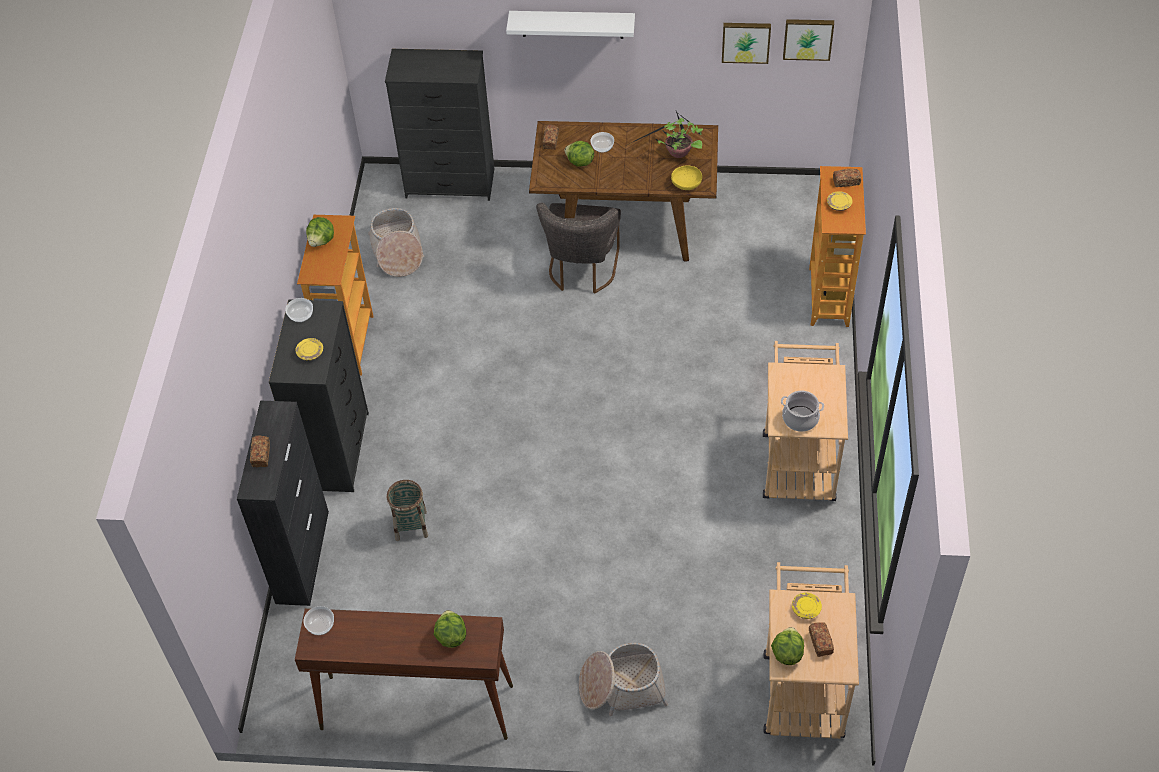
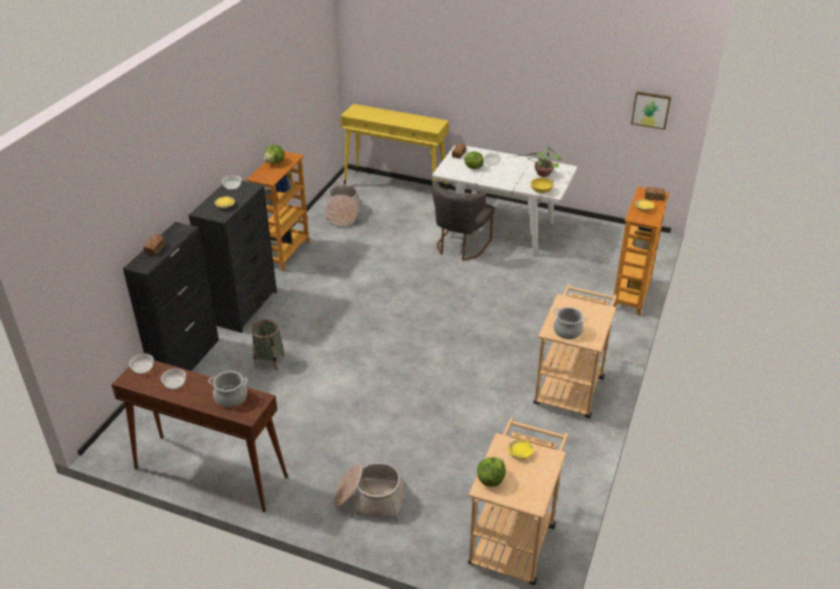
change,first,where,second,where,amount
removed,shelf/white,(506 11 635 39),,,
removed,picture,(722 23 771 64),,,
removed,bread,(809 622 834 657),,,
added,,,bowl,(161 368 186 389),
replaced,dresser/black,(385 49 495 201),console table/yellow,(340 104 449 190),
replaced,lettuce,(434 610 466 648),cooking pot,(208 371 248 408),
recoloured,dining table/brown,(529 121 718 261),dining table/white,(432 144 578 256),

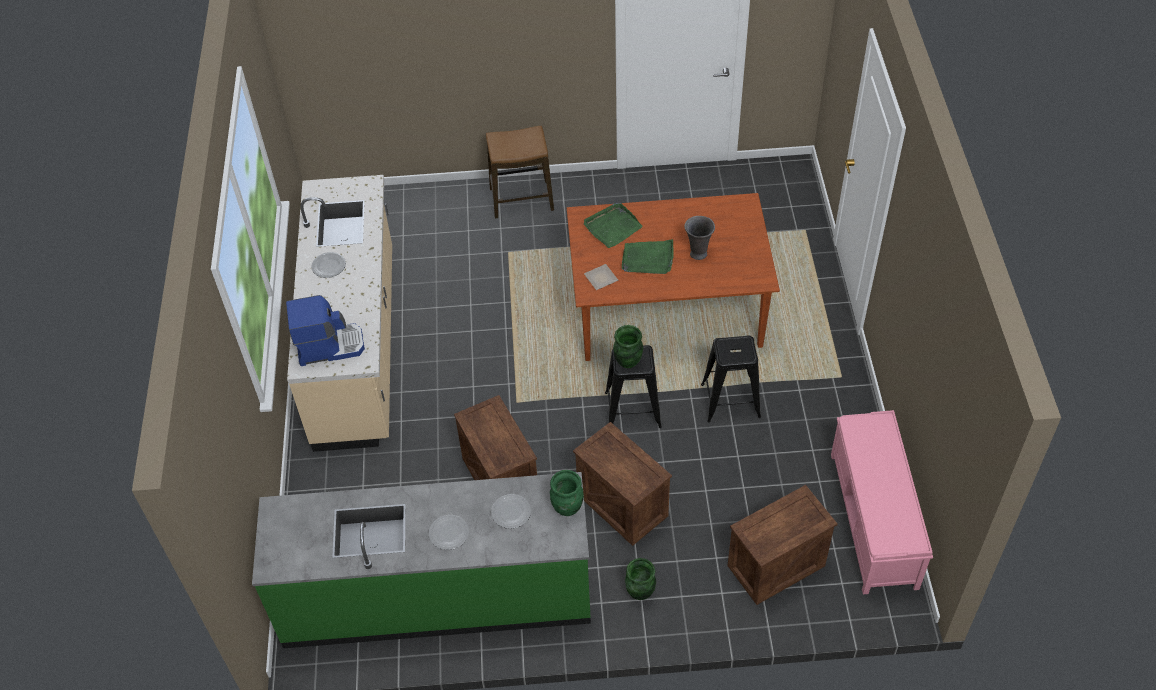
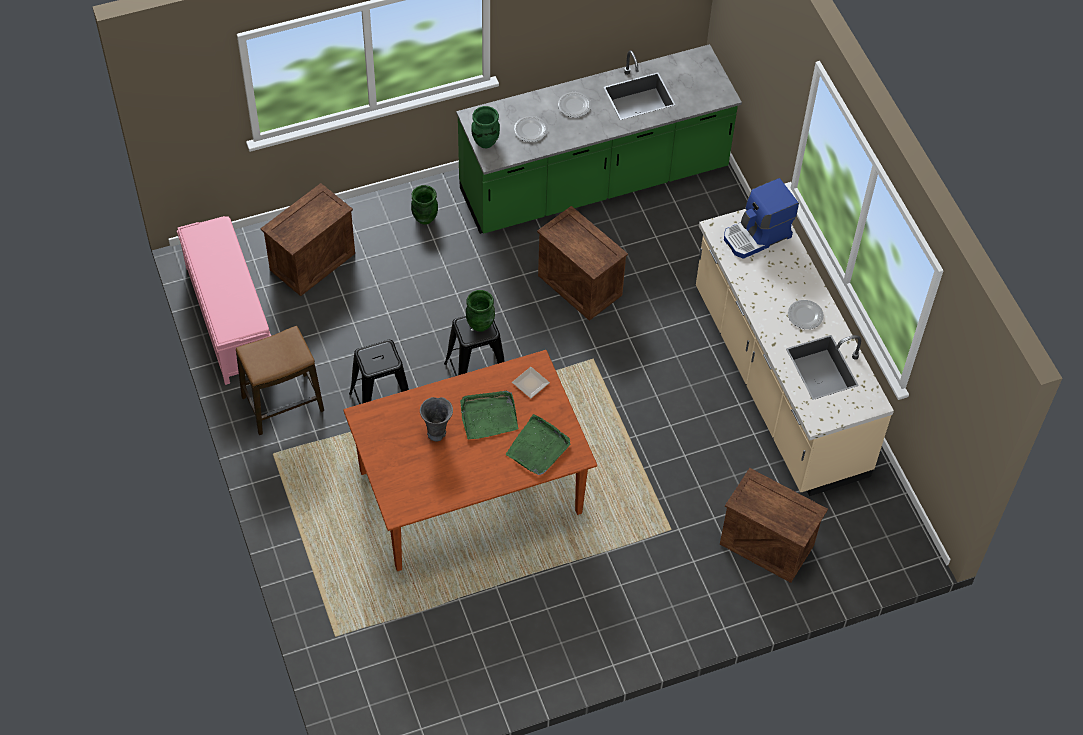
change,first,where,second,where,amount
moved,stool,(486 126 554 219),,(236 326 324 435),
moved,crate,(573 422 672 546),,(720 468 828 583),

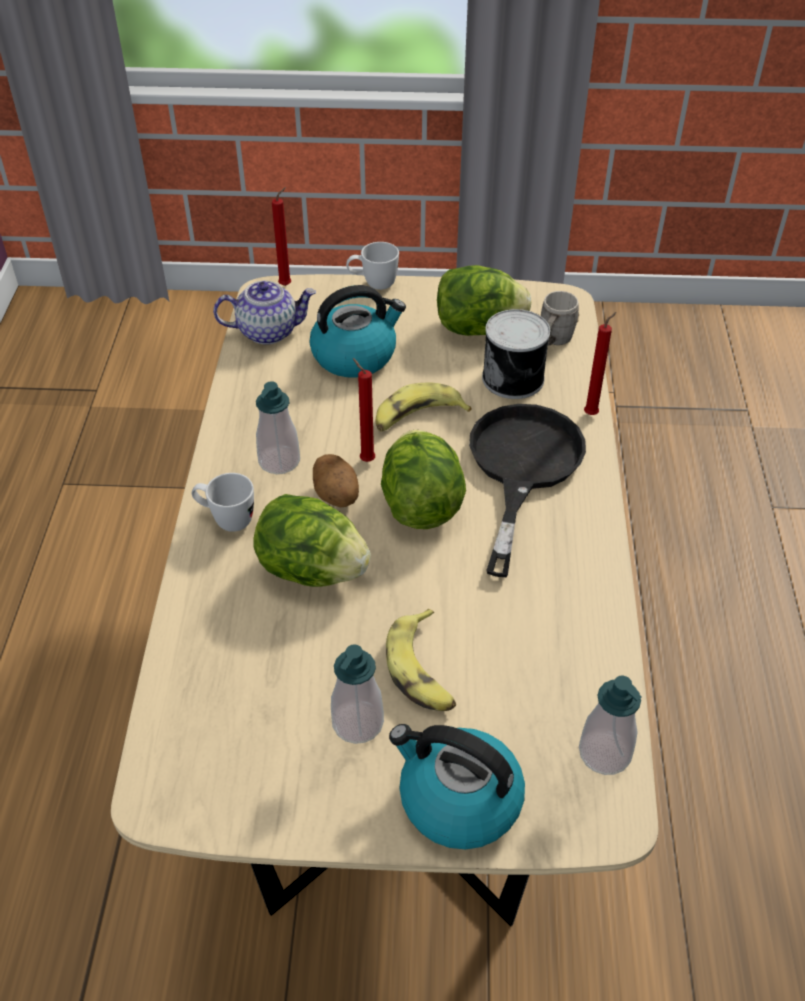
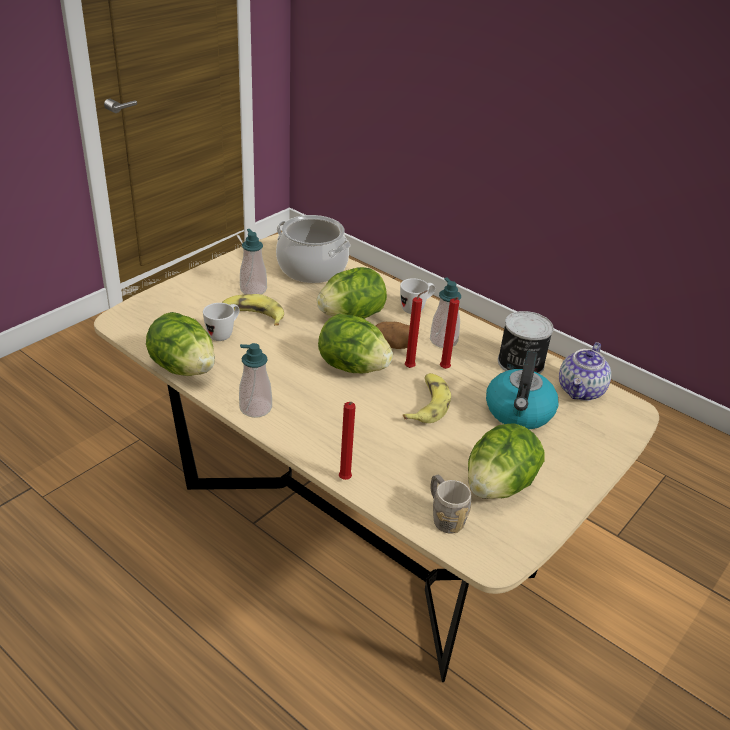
change,first,where,second,where,amount
removed,kettle,(389 724 525 849),,,
removed,frying pan/black,(469 404 586 577),,,
added,,,lettuce,(146 312 215 376),
added,,,cooking pot,(276 215 351 283),
moved,candle/red,(272 187 292 286),,(440 297 460 369),
moved,mug/white,(346 242 399 290),,(203 303 240 341),
moved,can,(482 309 550 399),,(498 311 554 374),
moved,soap dispenser,(579 676 642 775),,(239 343 272 418),

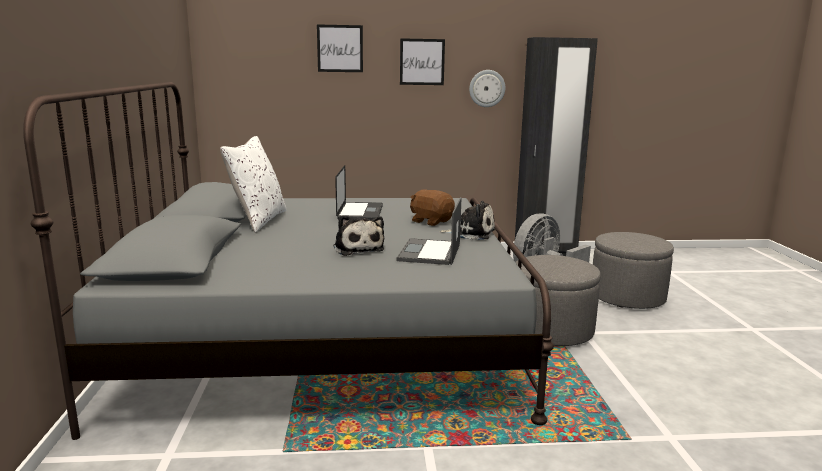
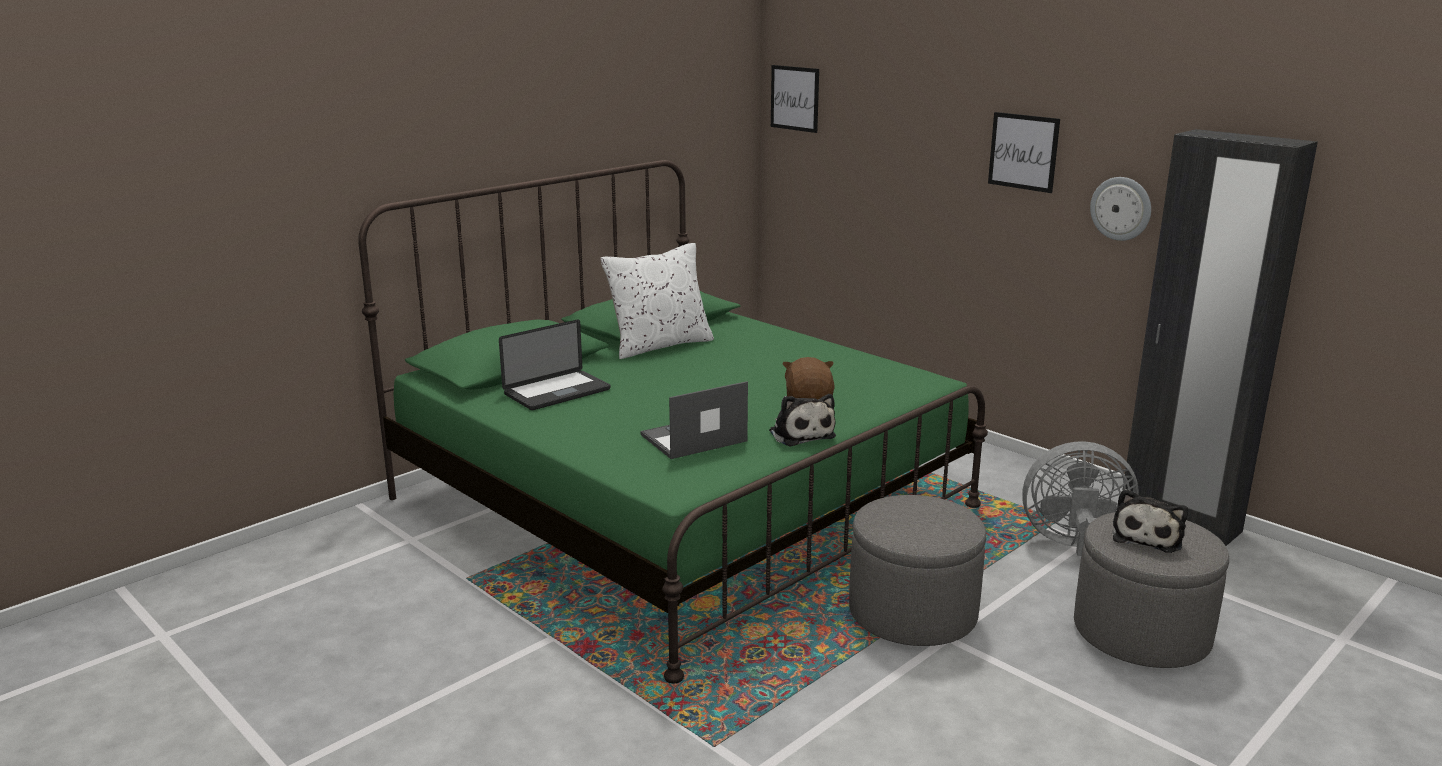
change,first,where,second,where,amount
moved,picture,(317 24 363 72),,(771 65 819 133),
moved,plush toy,(333 215 385 256),,(1112 489 1188 553),
moved,laptop,(335 165 383 220),,(499 320 611 410),
recoloured,bed/grey,(23 82 554 440),bed/green,(358 160 988 683),

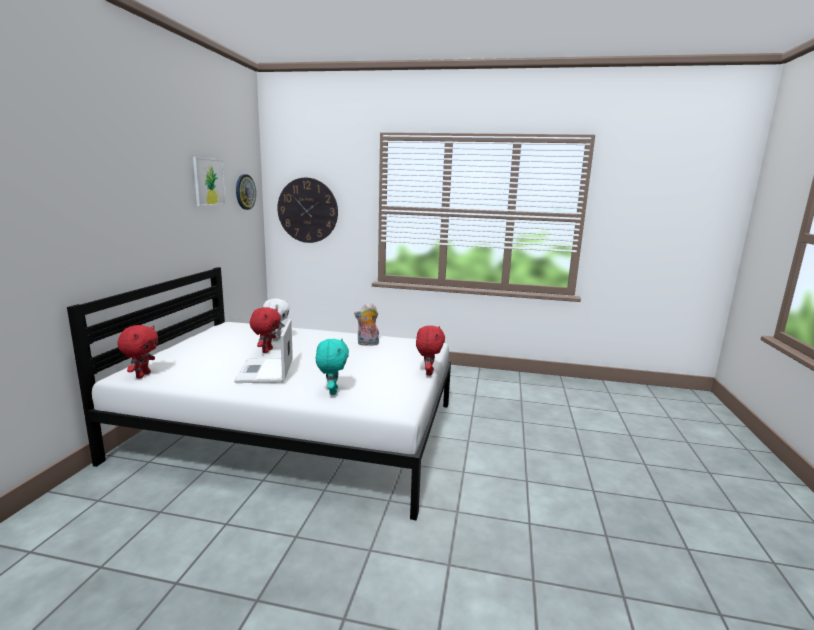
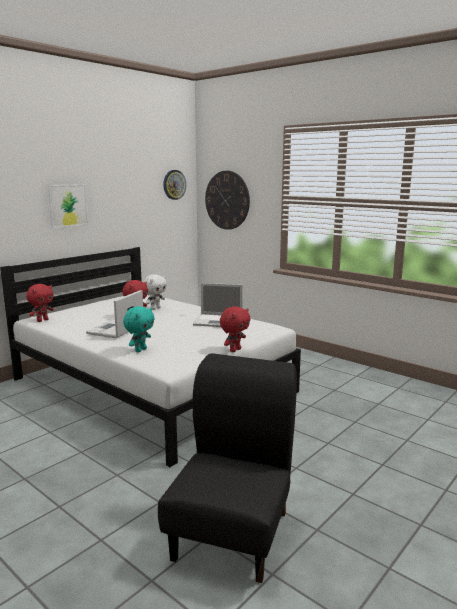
change,first,where,second,where,amount
added,,,chair/black,(158 353 297 583),
moved,picture,(193 157 226 206),,(48 184 89 228),
replaced,plush toy,(354 303 379 346),laptop,(193 283 243 327),

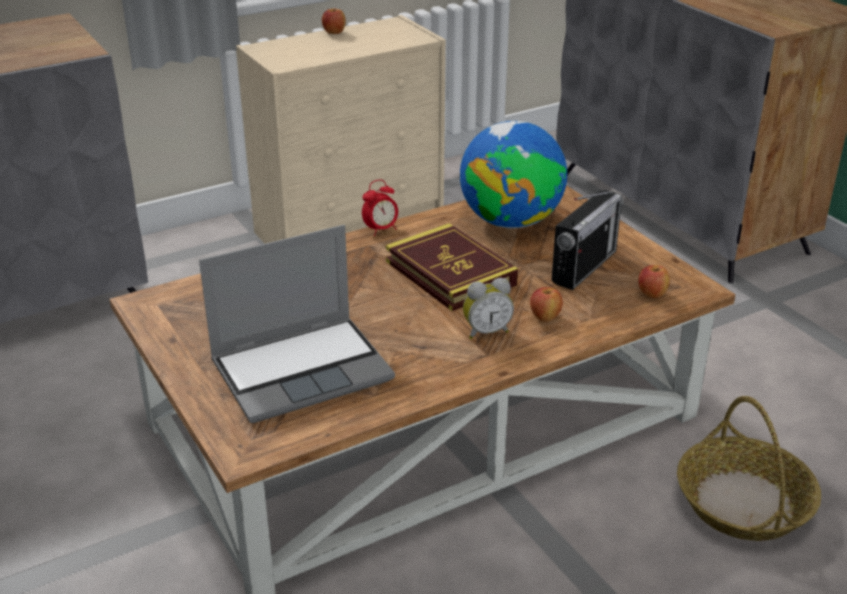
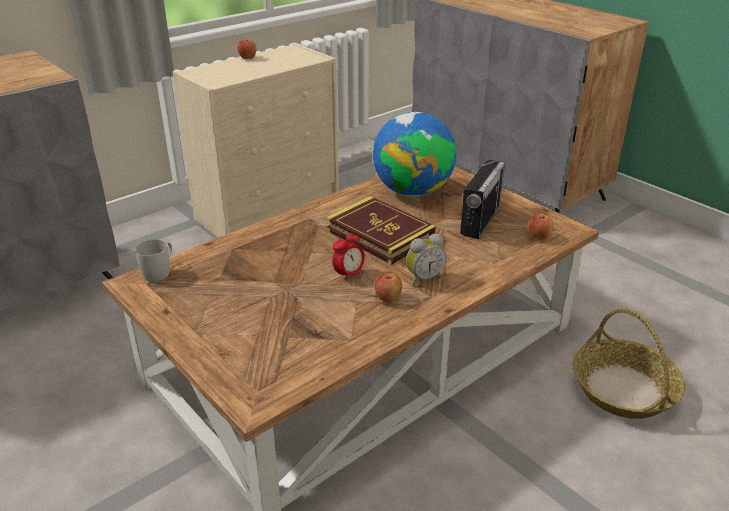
change,first,where,second,where,amount
removed,laptop,(199 225 395 423),,,
added,,,mug/white,(135 239 172 282),
moved,alarm clock,(362 179 398 236),,(332 229 365 282),
moved,apple,(530 287 563 322),,(375 273 402 303),

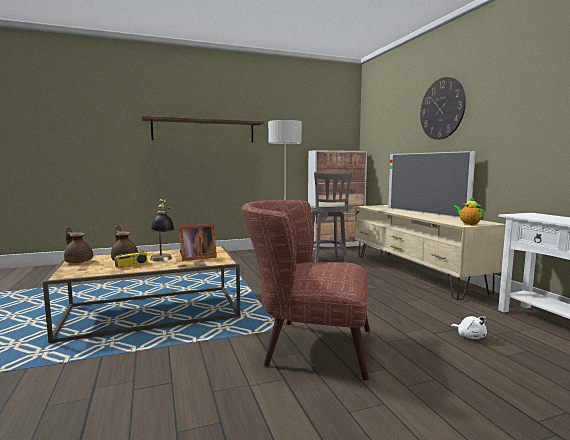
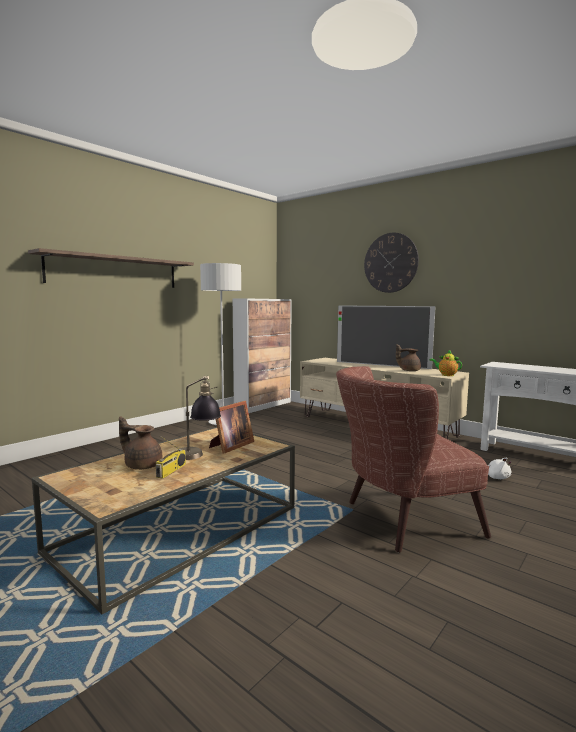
change,first,where,second,where,amount
removed,stool/grey,(310 171 353 263),,,
moved,teapot/brown,(64 226 93 263),,(396 344 421 371),

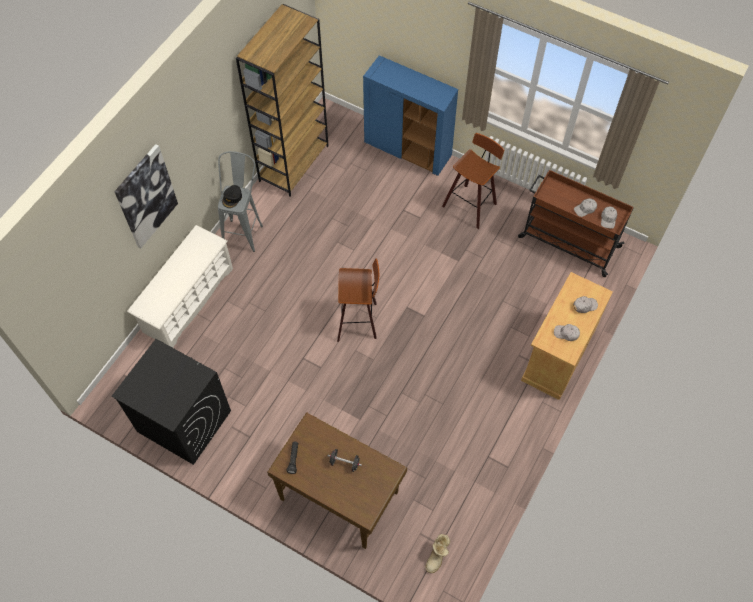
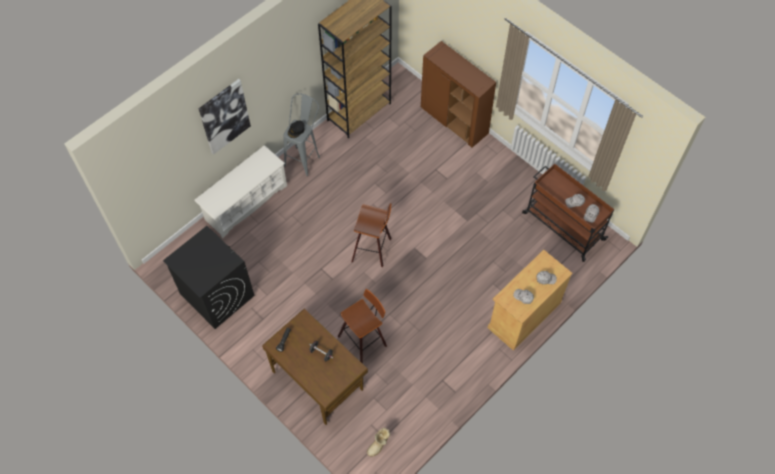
change,first,where,second,where,amount
moved,stool,(442 133 504 229),,(338 289 387 364),
recoloured,cabinet/blue,(363 55 458 176),cabinet/brown,(421 41 496 148),

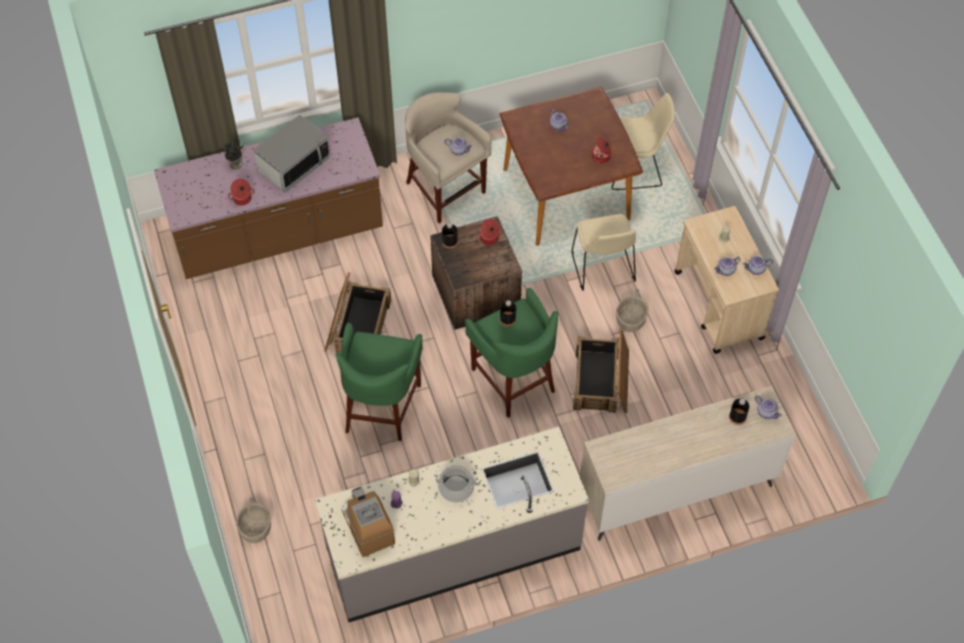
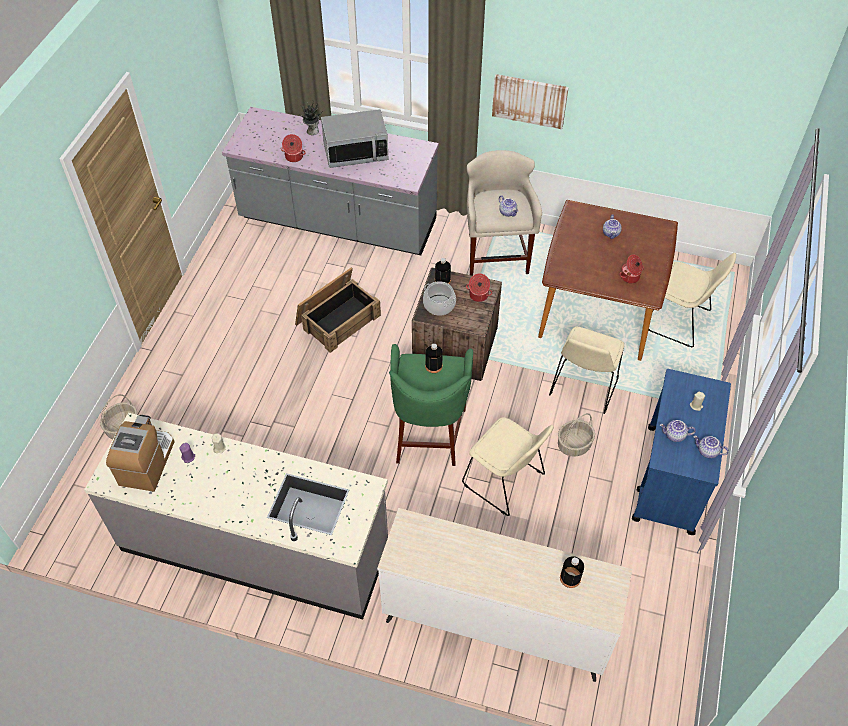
change,first,where,second,where,amount
removed,stool/green,(335 323 423 441),,,
removed,teapot,(755 396 782 419),,,
added,,,picture,(492 74 569 129),
moved,cooking pot,(436 465 476 503),,(423 281 456 316),
replaced,crate,(573 328 629 413),chair/beige,(462 417 554 516),
recoloured,counter/brown,(154 117 383 279),counter/grey,(222 107 439 255),
recoloured,cart/beige,(674 206 779 354),cart/blue,(632 369 731 535),

